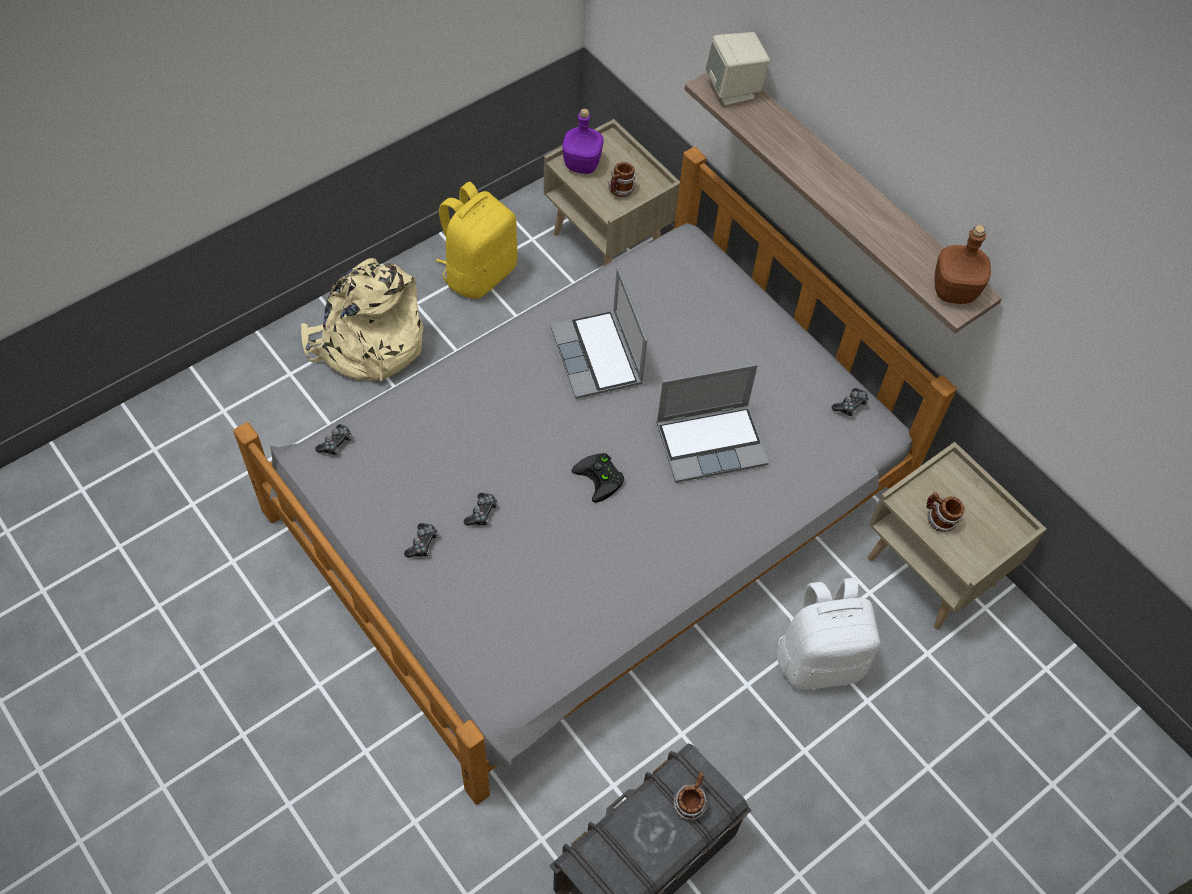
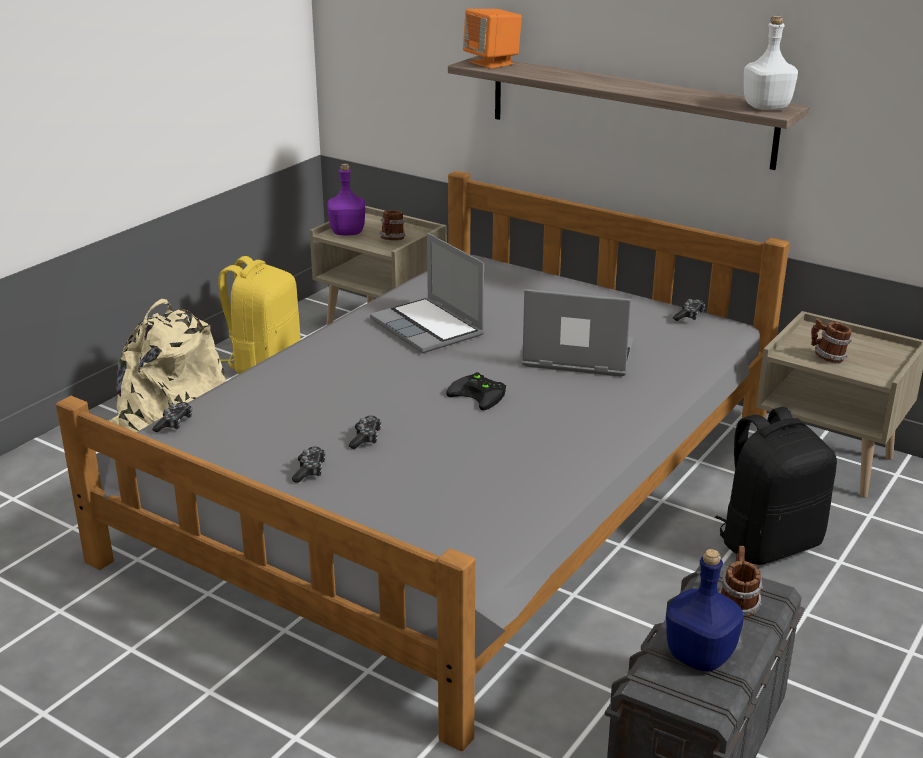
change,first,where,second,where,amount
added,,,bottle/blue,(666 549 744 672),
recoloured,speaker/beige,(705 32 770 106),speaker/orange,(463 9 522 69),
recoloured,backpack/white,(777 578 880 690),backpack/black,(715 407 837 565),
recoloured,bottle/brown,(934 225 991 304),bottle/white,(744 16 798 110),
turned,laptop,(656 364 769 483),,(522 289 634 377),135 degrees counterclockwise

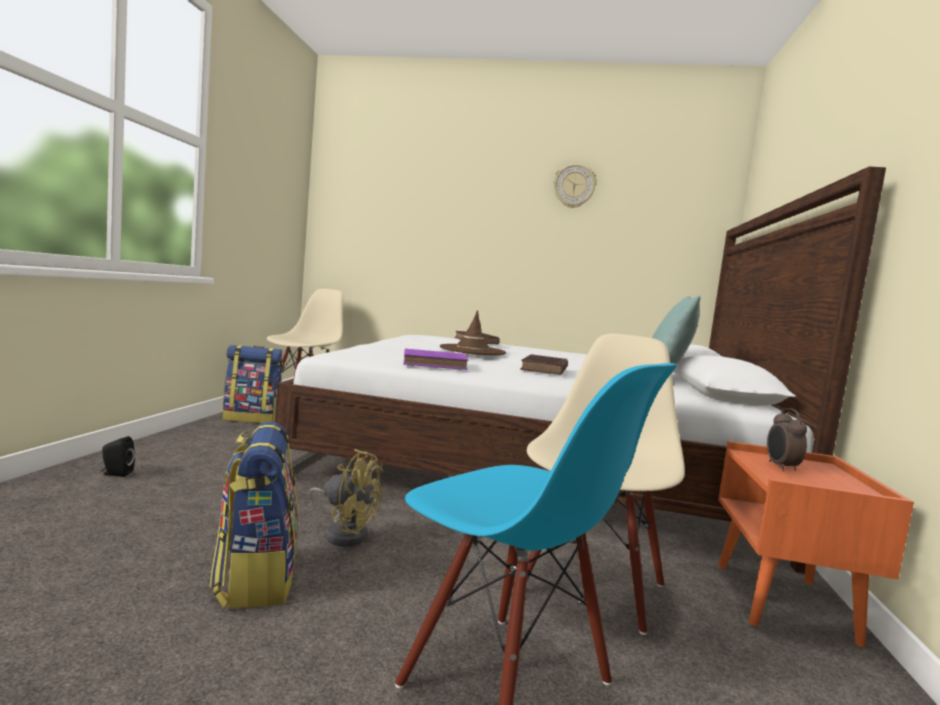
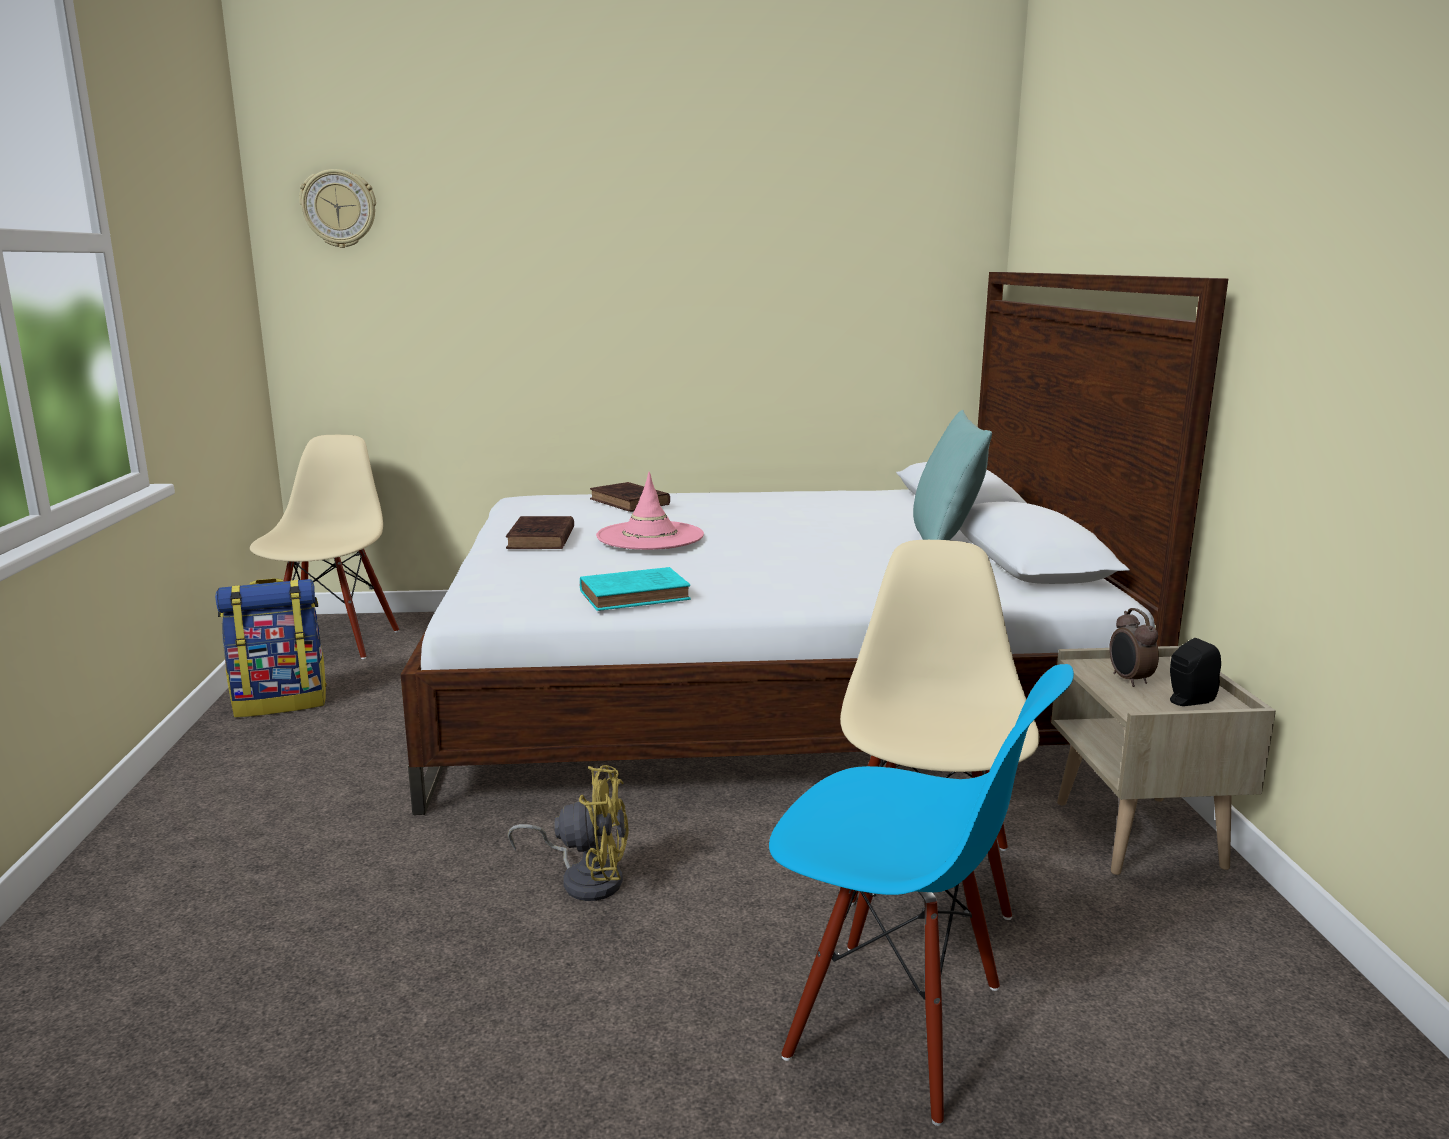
change,first,where,second,where,amount
removed,backpack,(210 422 298 608),,,
moved,speaker/black,(101 436 135 477),,(1170 638 1221 706),
moved,book/brown,(520 354 568 375),,(506 516 574 549),
moved,wall clock,(553 164 597 208),,(299 169 376 248),
recoloured,book/purple,(403 349 468 370),book/turquoise,(580 567 691 611),
recoloured,hat/brown,(440 310 506 355),hat/pink,(596 472 704 550),
recoloured,nightstand/orange,(718 441 914 647),nightstand/beige,(1051 646 1276 875),

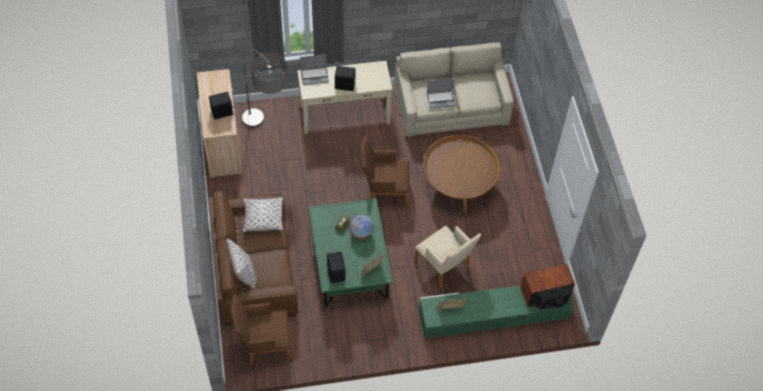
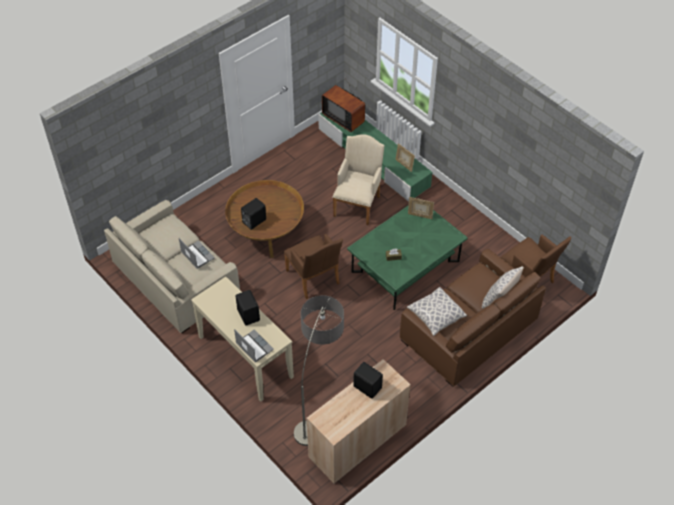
change,first,where,second,where,amount
removed,globe,(349 215 374 239),,,
moved,speaker/black,(327 252 345 283),,(241 198 266 230),

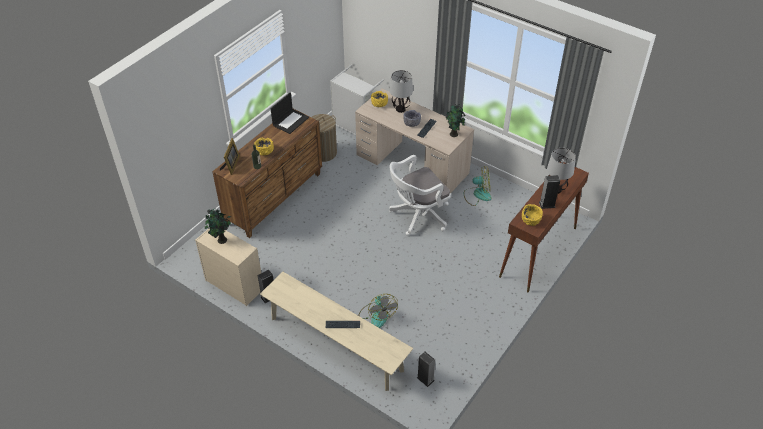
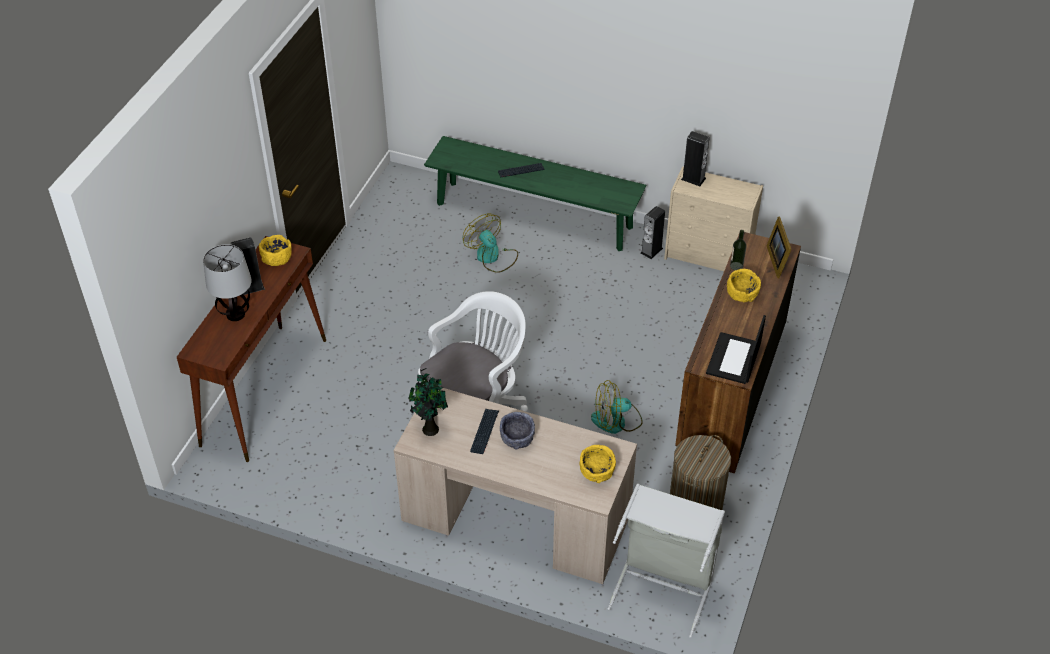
change,first,where,second,where,amount
removed,potted plant,(205 209 232 244),,,
removed,table lamp,(390 70 413 113),,,
moved,speaker,(417 351 435 387),,(681 131 710 186),
moved,fan,(464 166 491 206),,(591 380 643 434),
recoloured,bench/beige,(260 272 413 391),bench/green,(424 136 646 251),

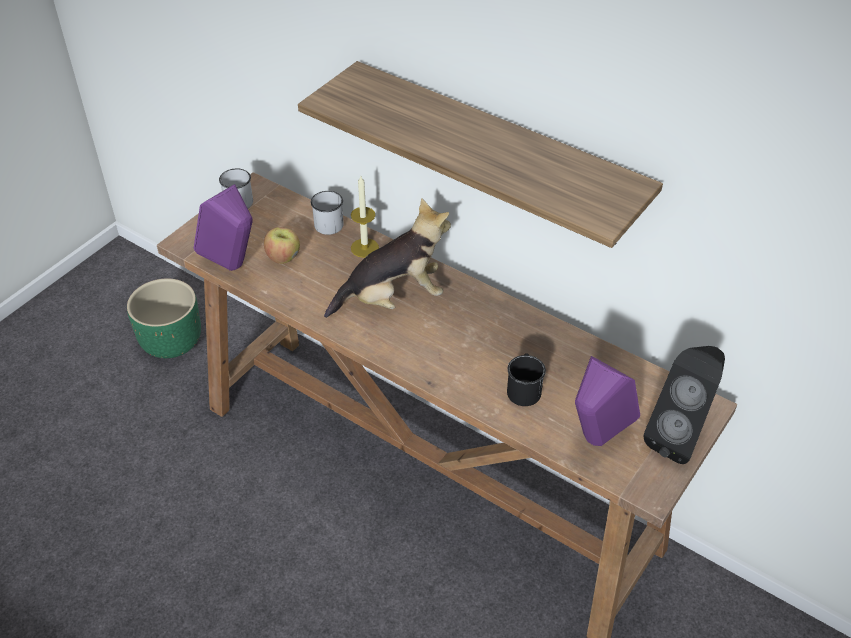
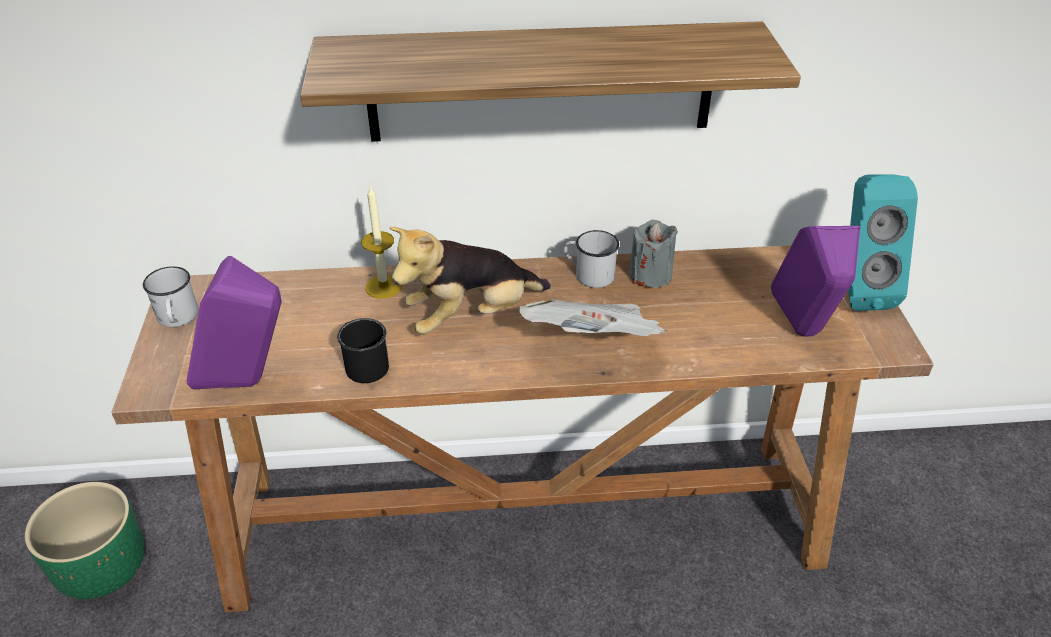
change,first,where,second,where,amount
removed,apple,(264 227 300 264),,,
added,,,newspaper,(519 299 667 336),
added,,,candle/grey,(629 220 678 288),
moved,mug/white,(311 191 344 235),,(564 230 619 288),
moved,mug/black,(507 354 546 406),,(337 318 389 383),
recoloured,speaker/black,(643 346 725 464),speaker/turquoise,(848 174 918 311),
turned,plush toy,(324 198 451 318),,(390 227 551 335),150 degrees counterclockwise

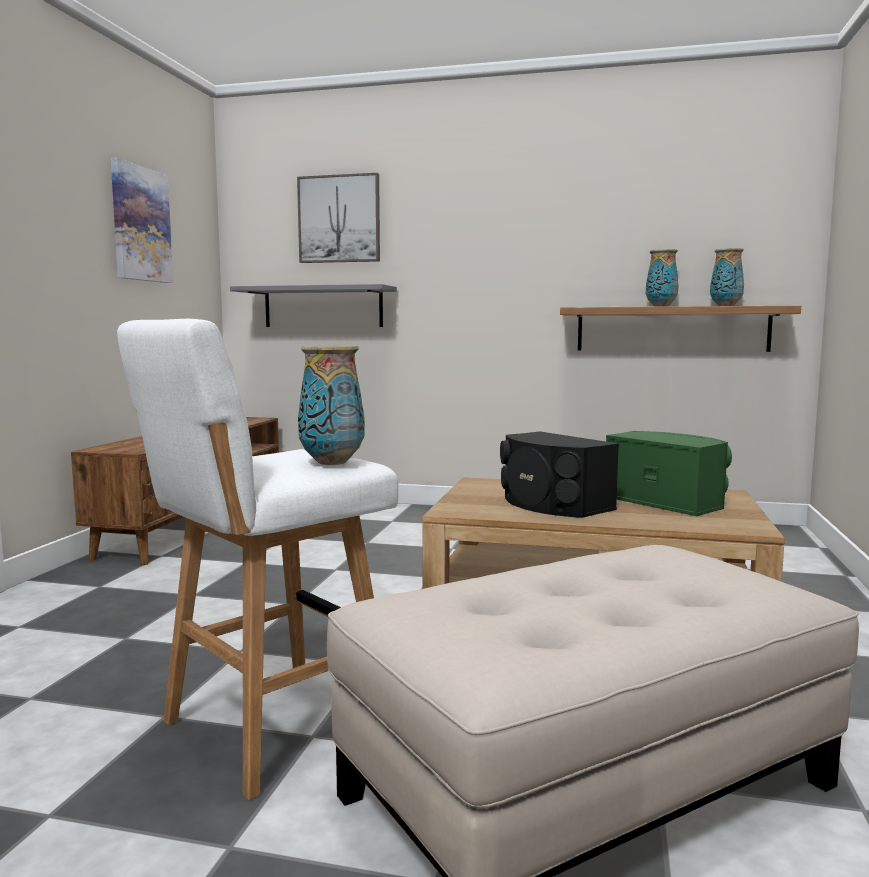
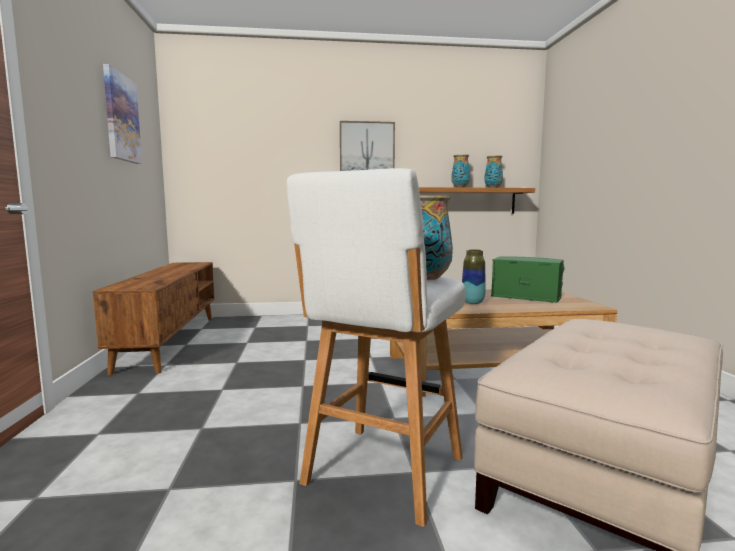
change,first,where,second,where,amount
removed,shelf/grey,(230 284 397 327),,,
moved,picture,(297 173 380 263),,(340 121 395 171),
replaced,speaker/black,(500 431 619 518),vase,(462 249 486 304),

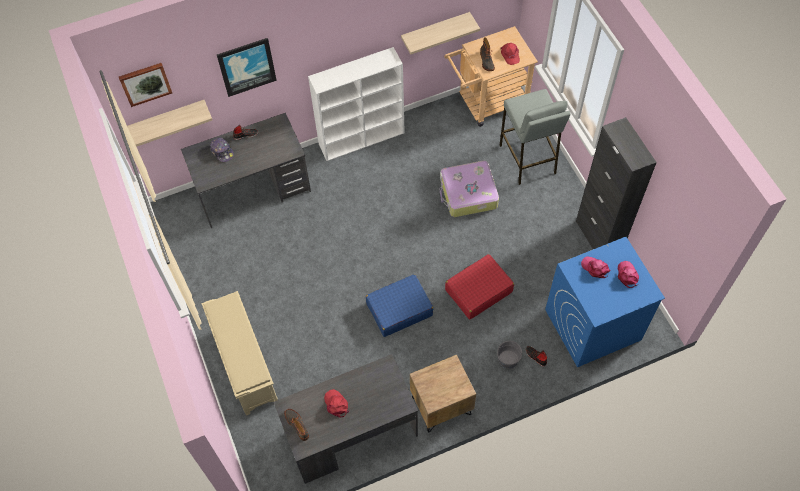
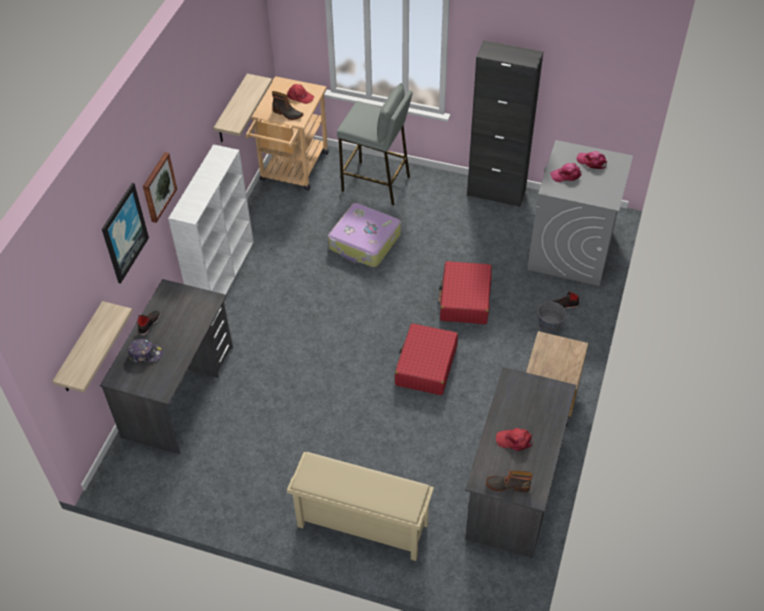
change,first,where,second,where,amount
moved,picture,(119 63 172 107),,(143 152 177 223),
recoloured,suitcase/blue,(366 274 433 337),suitcase/red,(395 323 458 395),
recoloured,washing machine/blue,(545 237 665 367),washing machine/grey,(527 140 633 286),

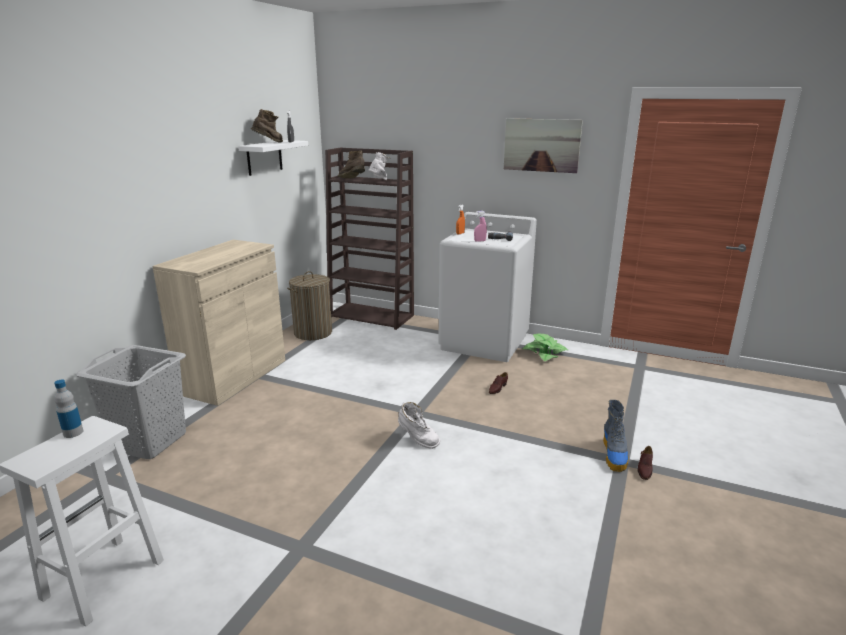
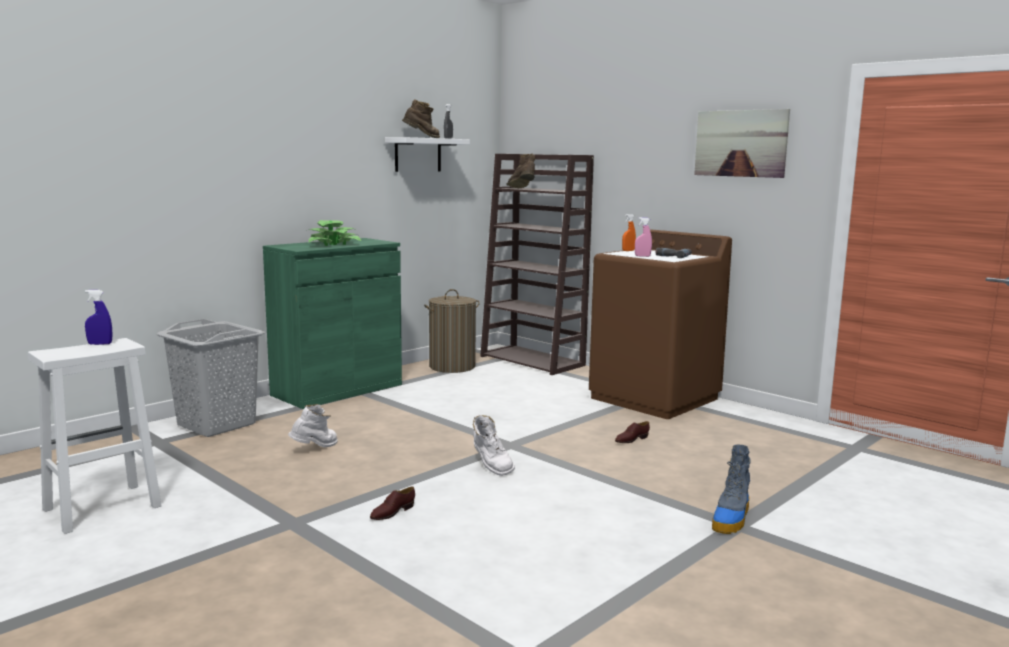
change,first,where,second,where,amount
moved,boot/white,(368 152 390 180),,(288 404 338 447),
moved,potted plant,(523 334 568 361),,(309 220 361 246),
moved,shoe/brown,(637 446 653 480),,(370 486 415 520),
replaced,bottle,(54 380 83 438),spray bottle/blue,(85 290 112 345),
recoloured,cabinet/beige,(152 240 285 406),cabinet/green,(263 238 402 409),
recoloured,washing machine/white,(438 212 537 362),washing machine/brown,(589 229 732 419),

